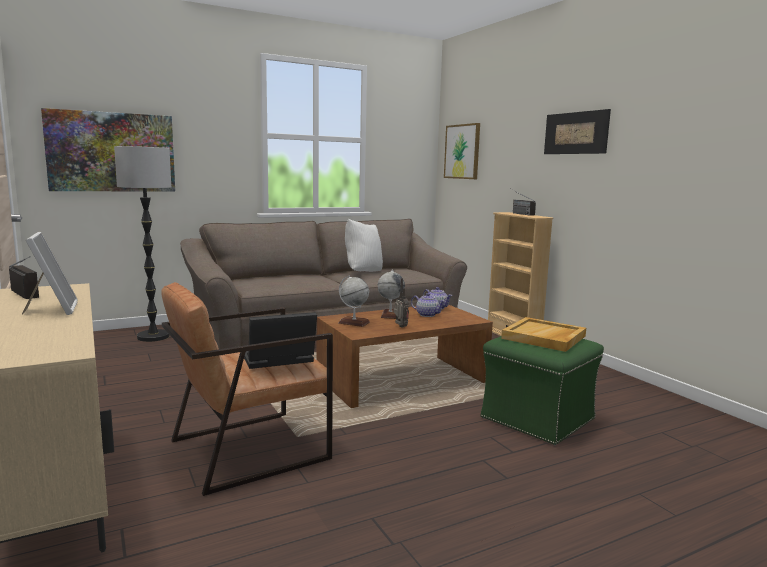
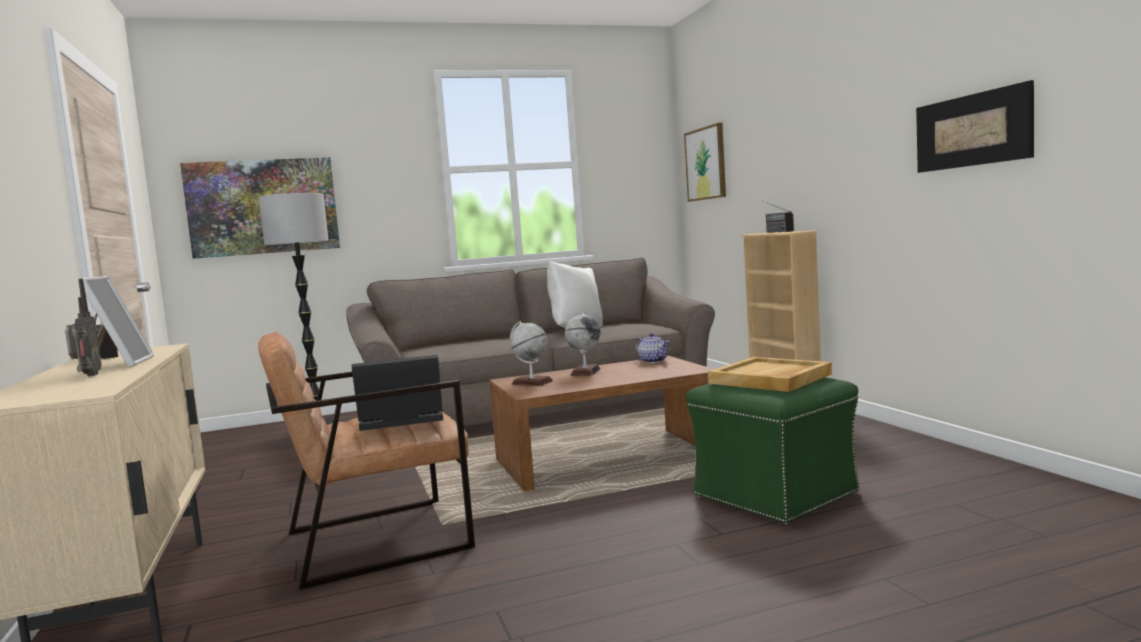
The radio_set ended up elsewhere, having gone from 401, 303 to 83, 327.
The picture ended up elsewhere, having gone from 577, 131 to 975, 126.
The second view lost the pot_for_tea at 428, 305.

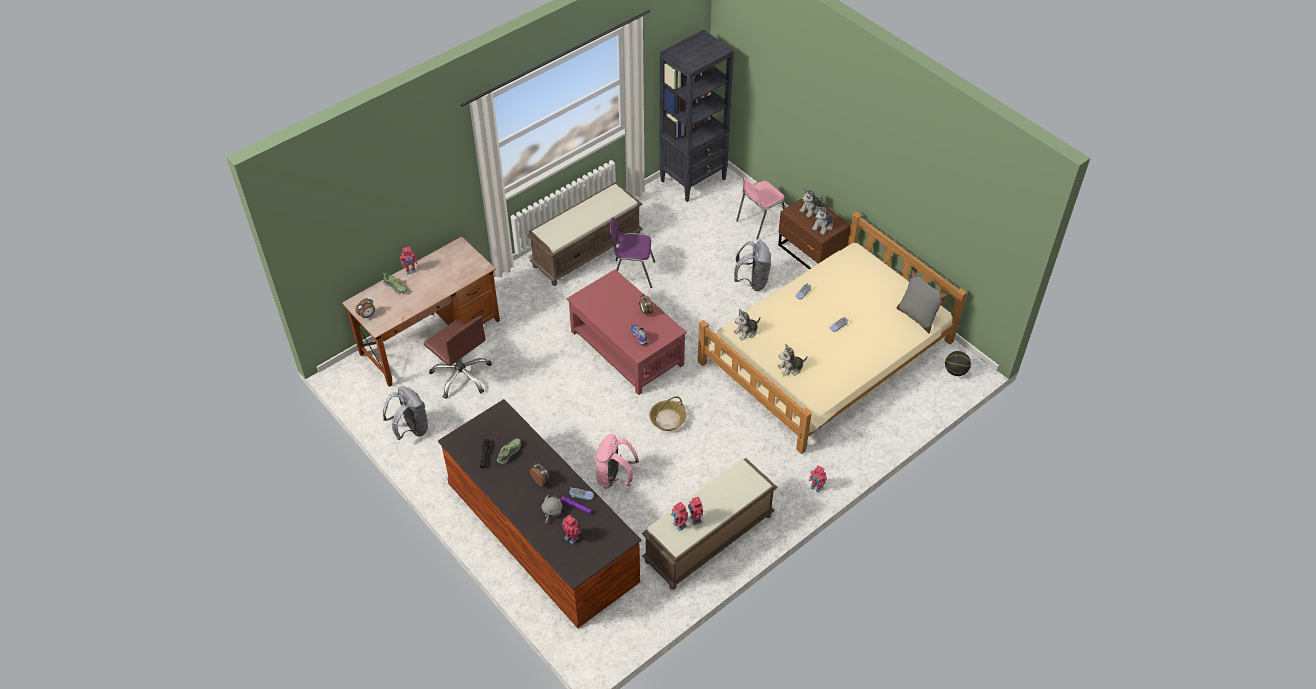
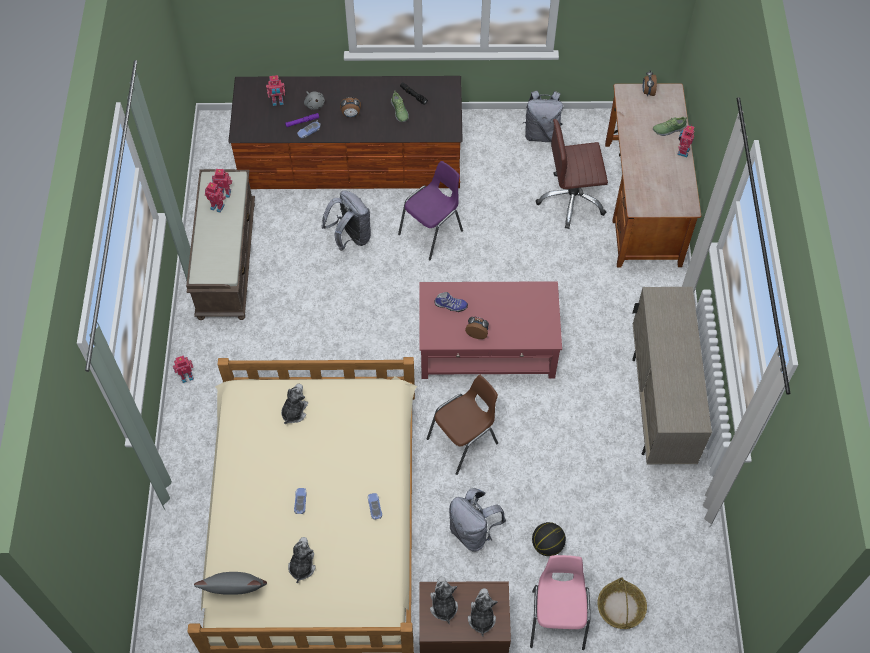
The soft_toy ended up elsewhere, having gone from 747, 324 to 302, 560.
What was the pink-coloured_rucksack at 616, 461 turned into the greyish_rucksack at 346, 221.
The purplish_chair ended up elsewhere, having gone from 632, 252 to 430, 210.
The second view gained the brown-coloured_chair at 462, 425.
The basketball_ball ended up elsewhere, having gone from 958, 363 to 549, 539.
The basket ended up elsewhere, having gone from 668, 413 to 622, 603.
Where the brown-coloured_long_seat stood at 585, 234, the beige_storage_cabinet came to stand at 672, 375.
The second view lost the black_bookcase at 697, 115.

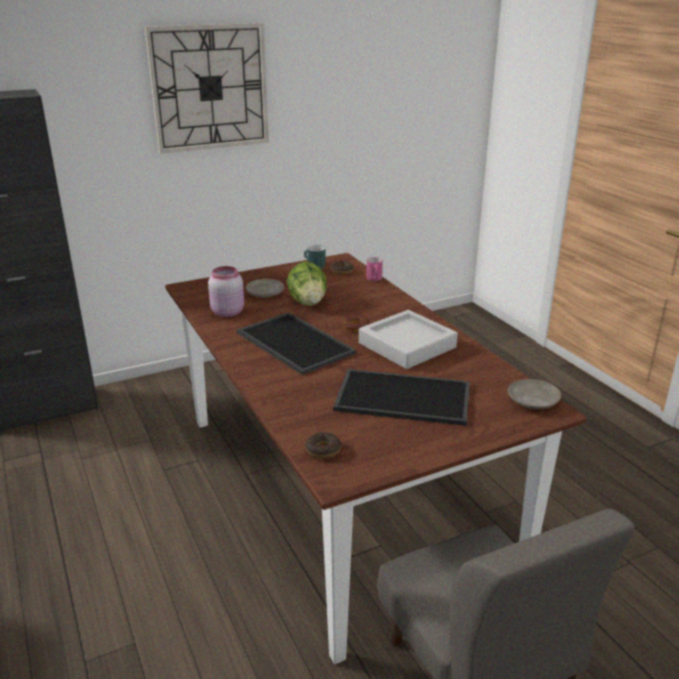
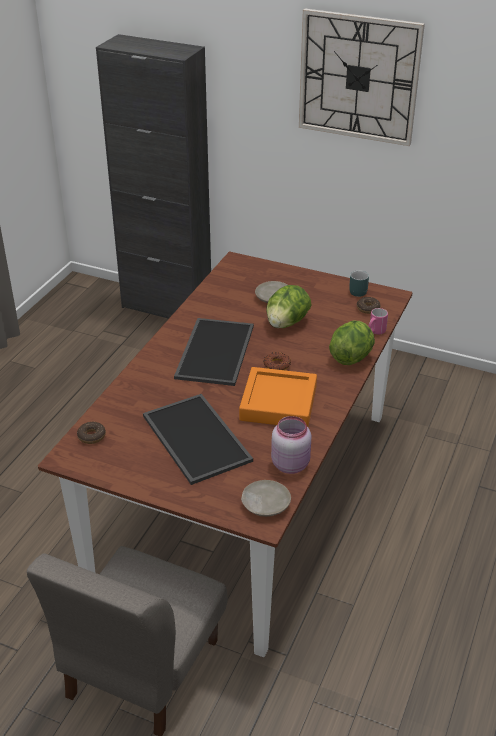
What was the greyish_tray at 408, 339 turned into the orange_tray at 278, 397.
The pink-coloured_preserve_jar ended up elsewhere, having gone from 226, 291 to 291, 445.
The second view gained the lettuce at 352, 343.

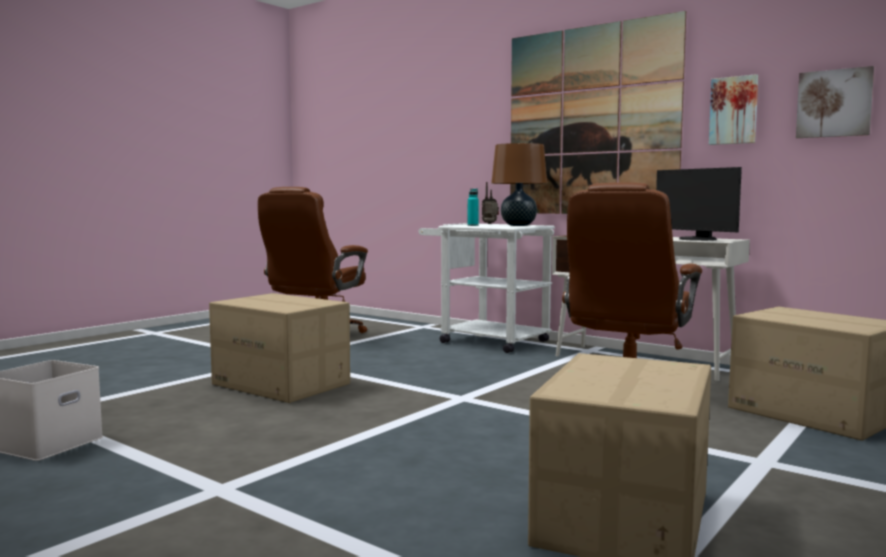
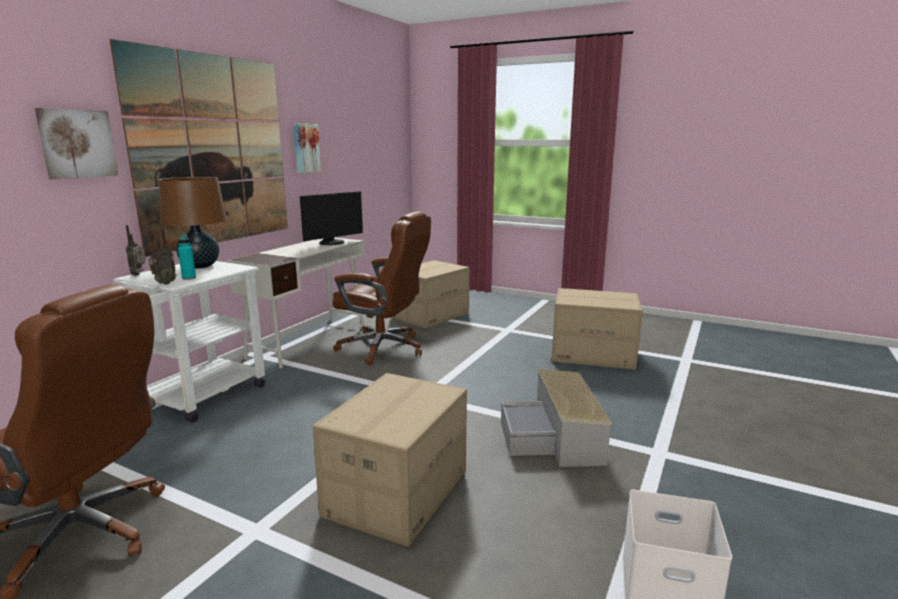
The picture ended up elsewhere, having gone from 835, 102 to 76, 143.
The second view gained the radio_set at 163, 257.
The second view gained the greyish_storage_bin at 556, 418.

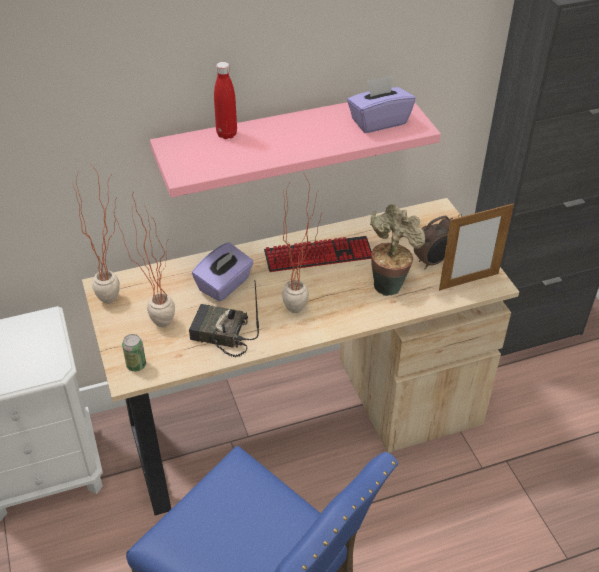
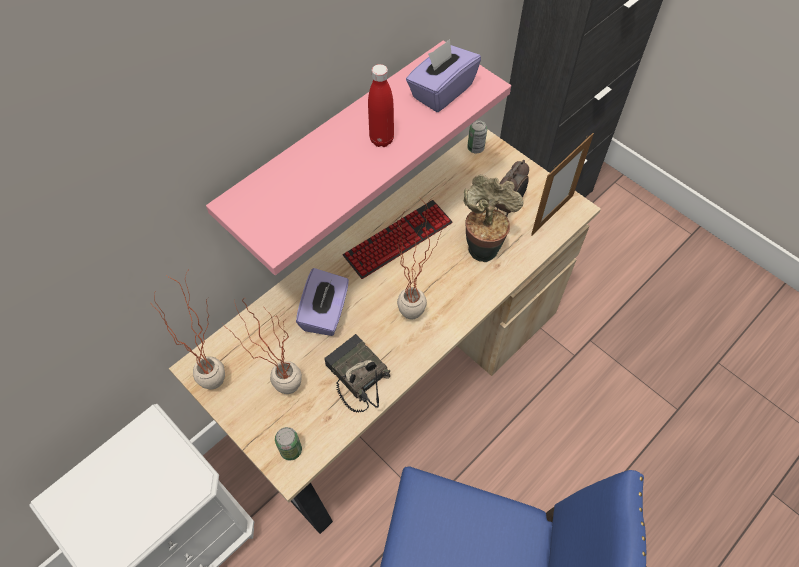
The radio_set at 224, 319 ended up facing another way, 60 degrees clockwise from before.
The red-coloured_drink_bottle ended up elsewhere, having gone from 225, 100 to 381, 105.
The second view gained the sealed_can at 477, 136.

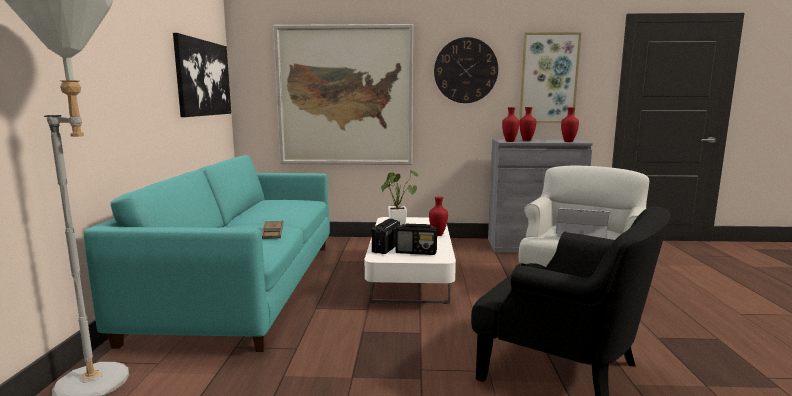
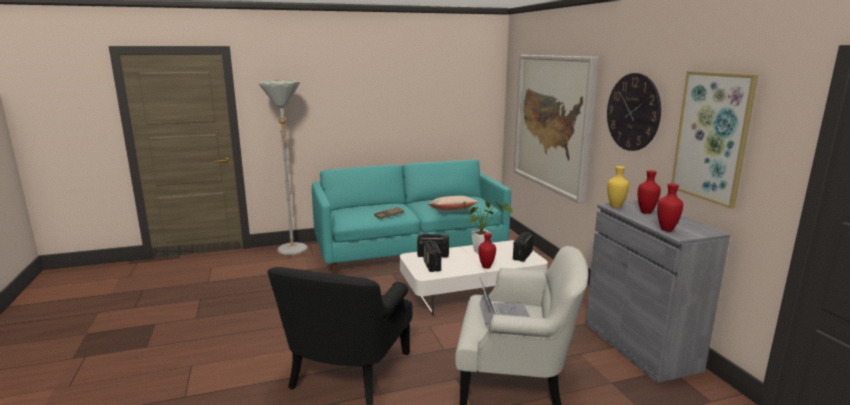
The second view gained the beige_throw_pillow at 453, 203.
The second view gained the radio_set at 523, 247.
What was the red-coloured_flower_vase at 510, 124 turned into the yellowish_flower_vase at 618, 187.
The second view lost the picture at 202, 75.

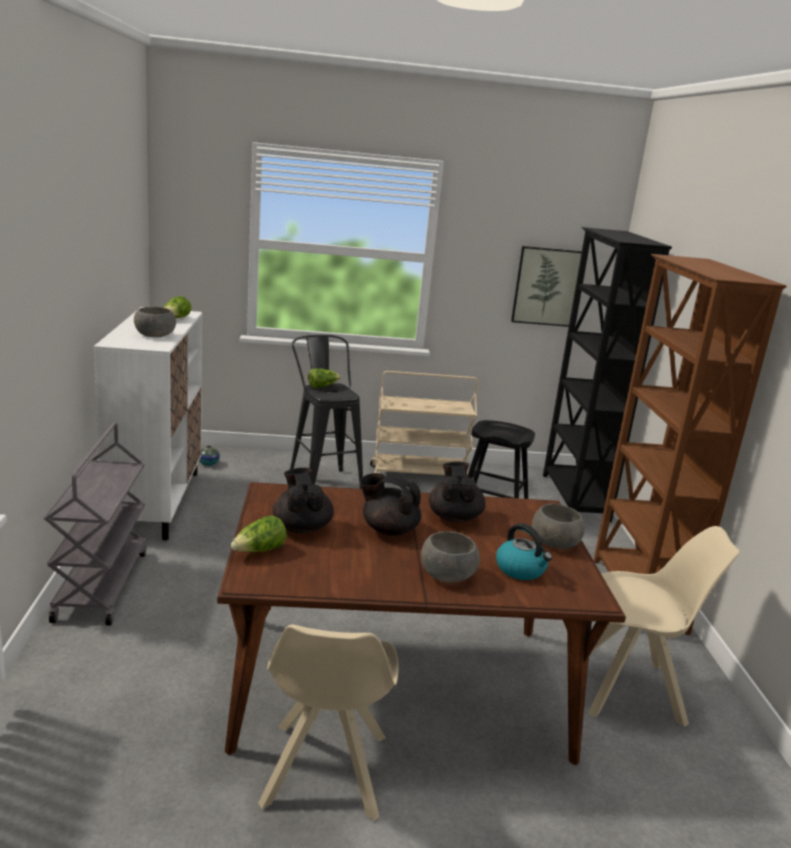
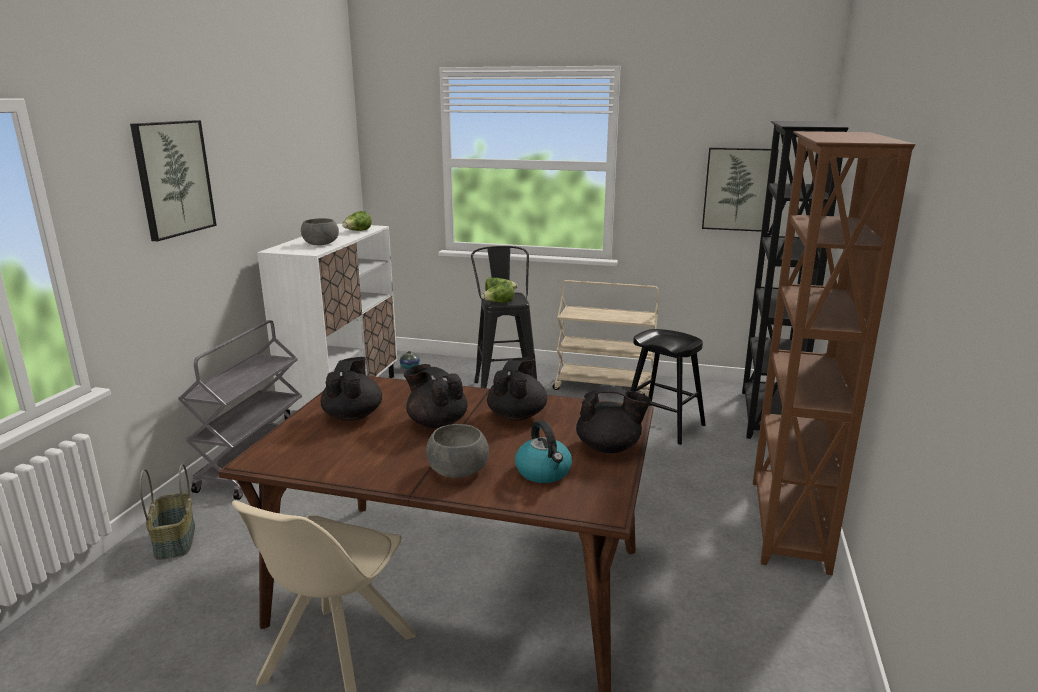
The second view gained the picture at 173, 180.
The second view gained the basket at 167, 512.
The lettuce ended up elsewhere, having gone from 259, 534 to 497, 293.
Where the greyish_deep_dish stood at 558, 526, the black_pot_for_tea came to stand at 613, 419.
The second view lost the beige_chair at 664, 626.

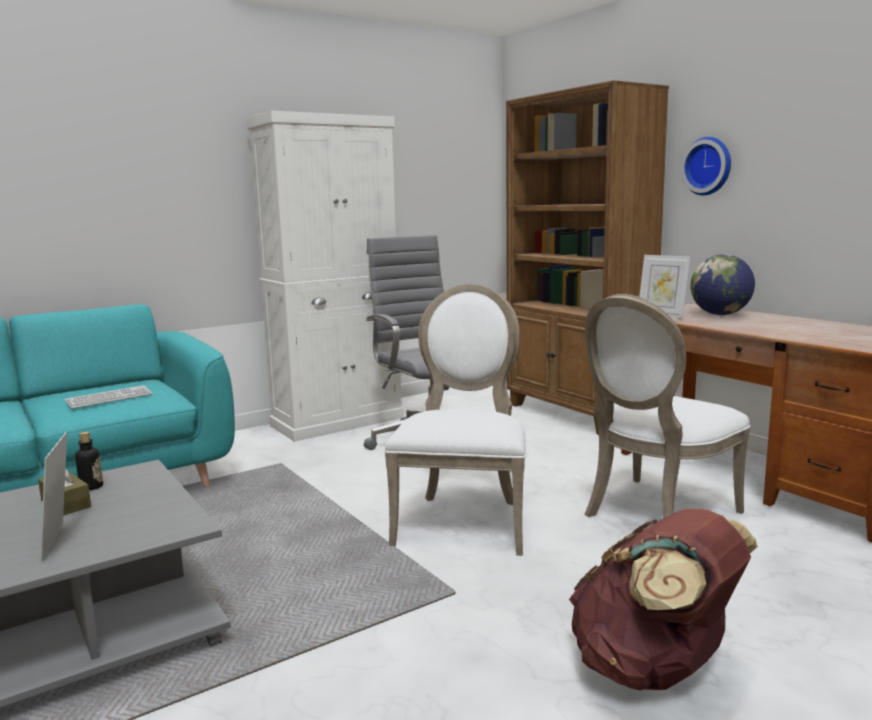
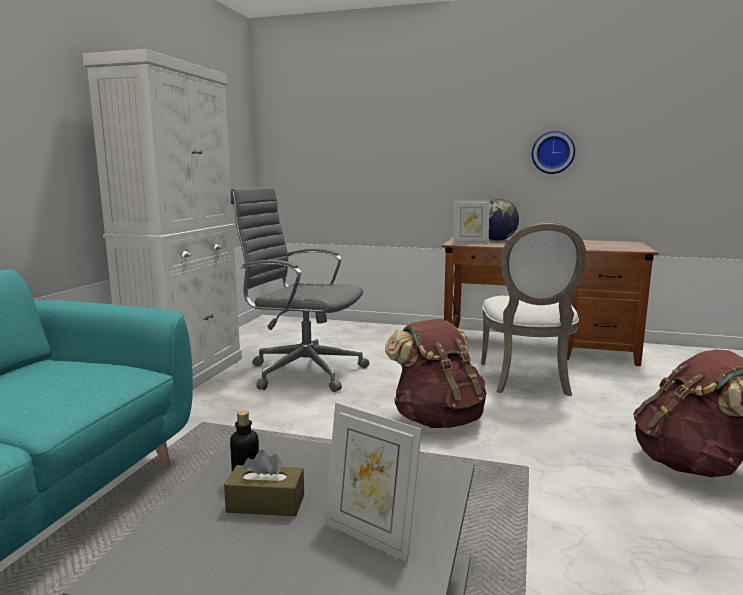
Where the white_chair stood at 455, 420, the brown-coloured_rucksack came to stand at 435, 373.
The hanging_clock ended up elsewhere, having gone from 706, 166 to 553, 152.
The second view lost the PC_keyboard at 108, 397.
The second view lost the brown-coloured_bookcase at 587, 257.

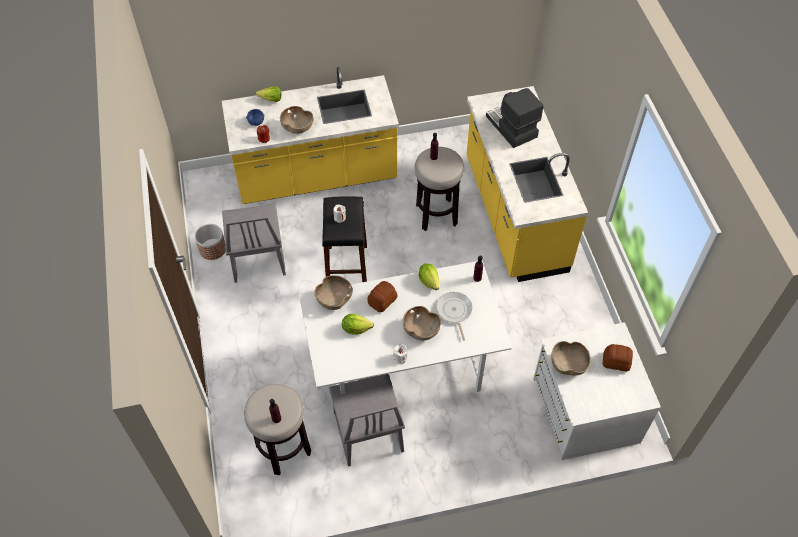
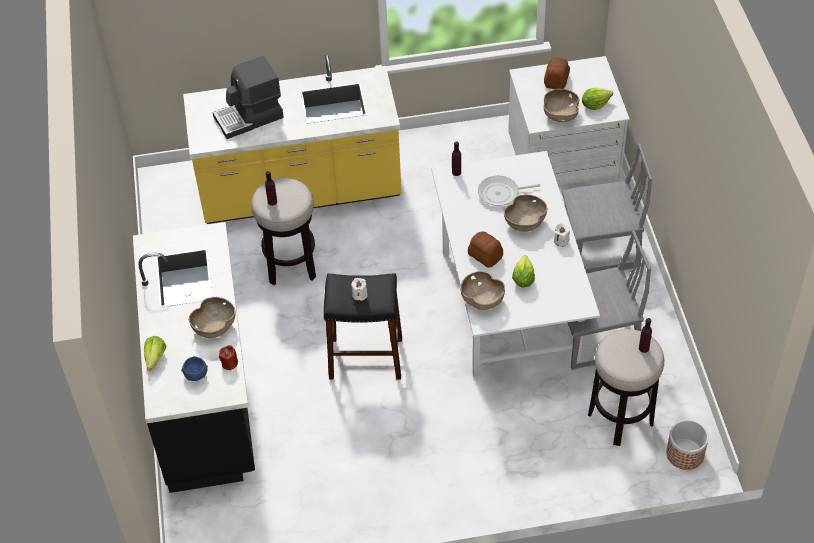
What was the yellowish_kitchen_counter at 310, 135 turned into the black_kitchen_counter at 194, 357.
The greyish_chair ended up elsewhere, having gone from 254, 243 to 606, 208.
The lettuce ended up elsewhere, having gone from 429, 276 to 597, 99.
The plant_pot ended up elsewhere, having gone from 210, 242 to 687, 445.

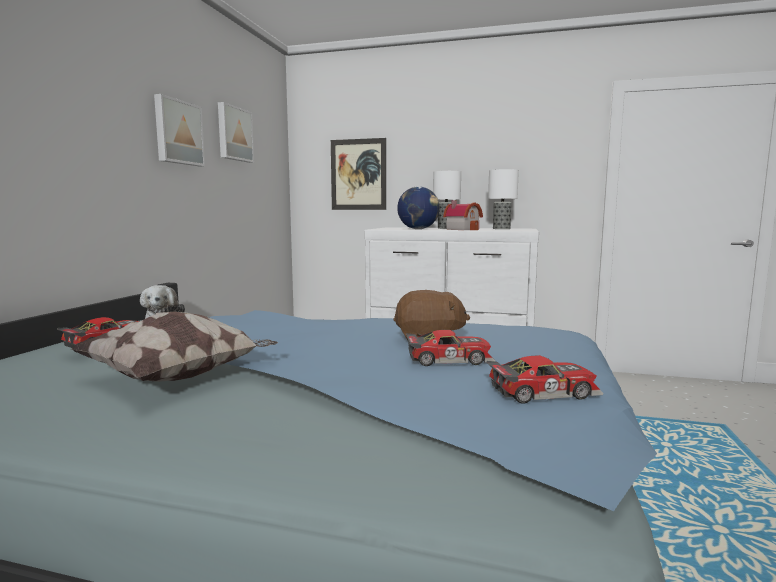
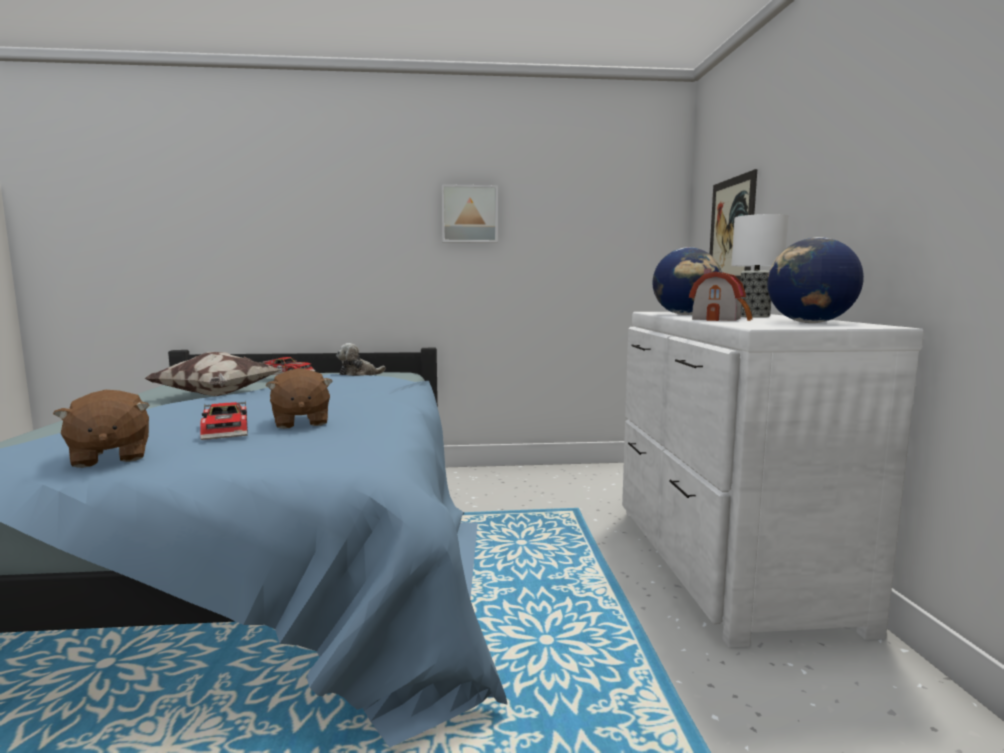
Where the miniature_car stood at 544, 379, the brown-coloured_soft_toy came to stand at 101, 429.
Where the tabletop_lamp stood at 503, 199, the globe came to stand at 815, 280.
The second view lost the picture at 236, 132.

